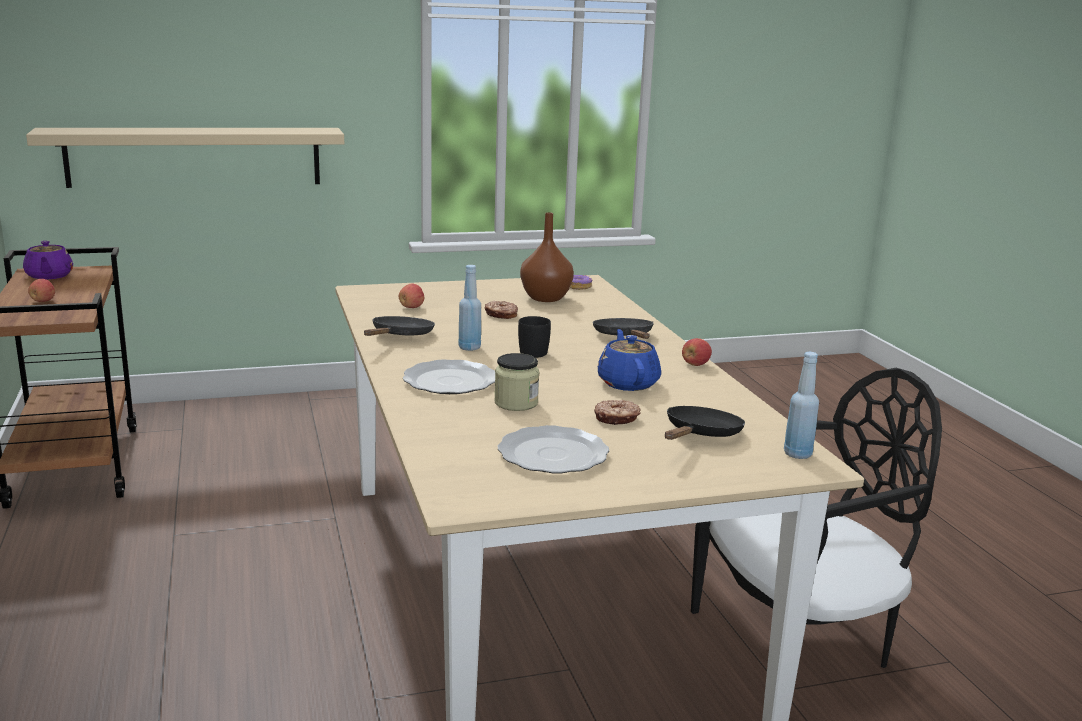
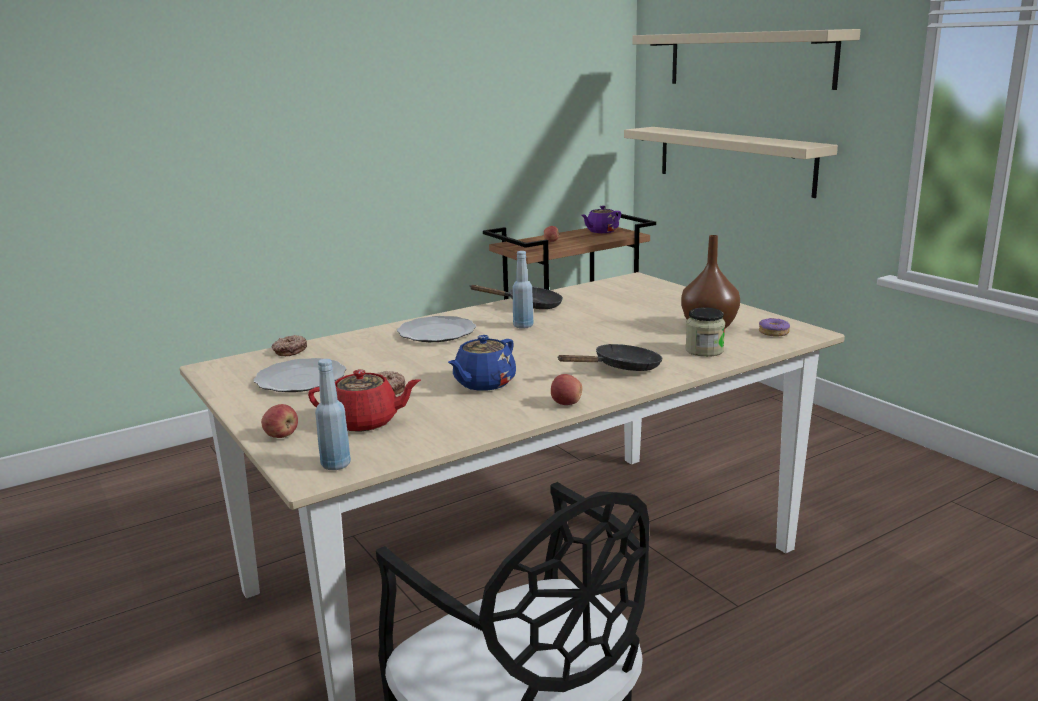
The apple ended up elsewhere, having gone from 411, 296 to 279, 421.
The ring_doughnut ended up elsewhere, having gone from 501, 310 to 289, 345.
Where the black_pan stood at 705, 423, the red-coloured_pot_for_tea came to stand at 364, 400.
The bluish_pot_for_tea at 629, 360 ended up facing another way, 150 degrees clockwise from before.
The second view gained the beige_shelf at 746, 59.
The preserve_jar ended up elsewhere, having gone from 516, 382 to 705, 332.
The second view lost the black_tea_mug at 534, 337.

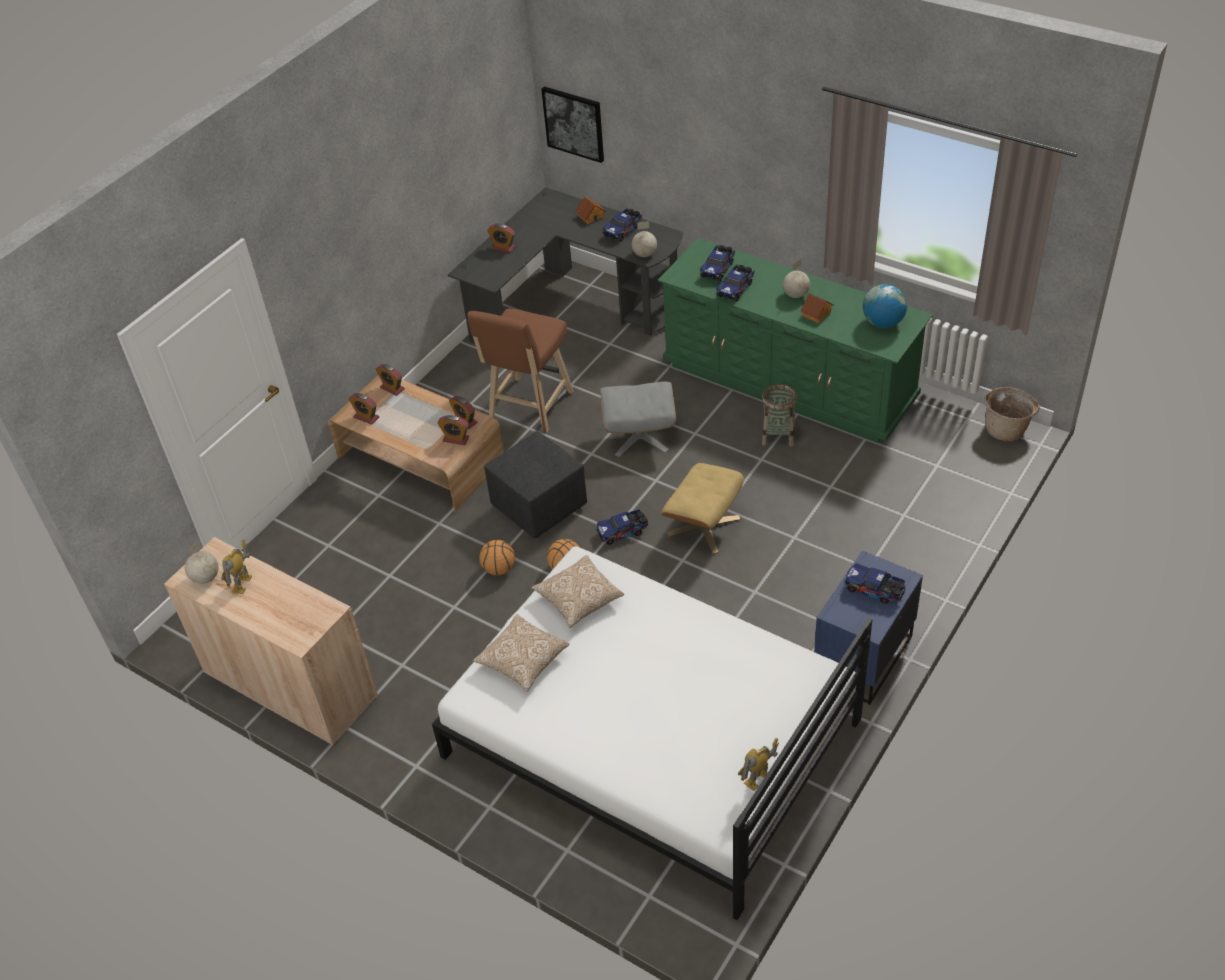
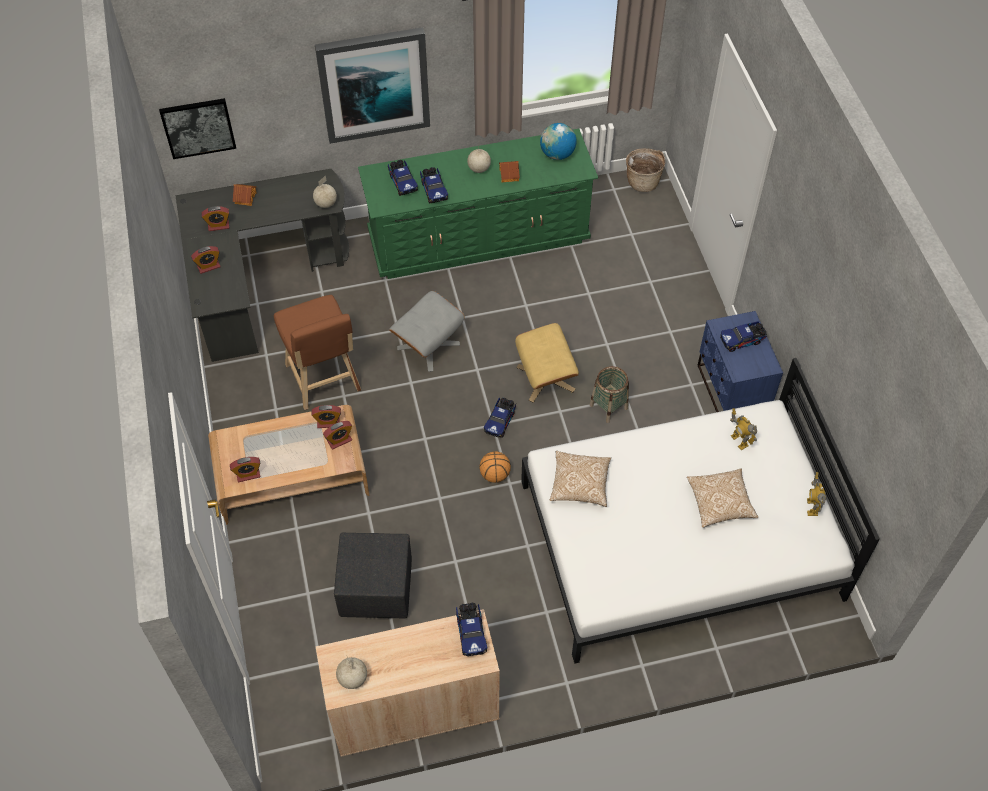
The table_clock ended up elsewhere, having gone from 390, 380 to 215, 218.
The second view gained the picture at 372, 85.
The black_footrest ended up elsewhere, having gone from 535, 484 to 373, 575.
The toy_truck ended up elsewhere, having gone from 622, 225 to 471, 629.
The basket ended up elsewhere, having gone from 779, 415 to 609, 394.
The throw_pillow ended up elsewhere, having gone from 521, 653 to 722, 498.
The model_robot ended up elsewhere, having gone from 236, 566 to 743, 429.
The second view lost the basketball_ball at 497, 557.

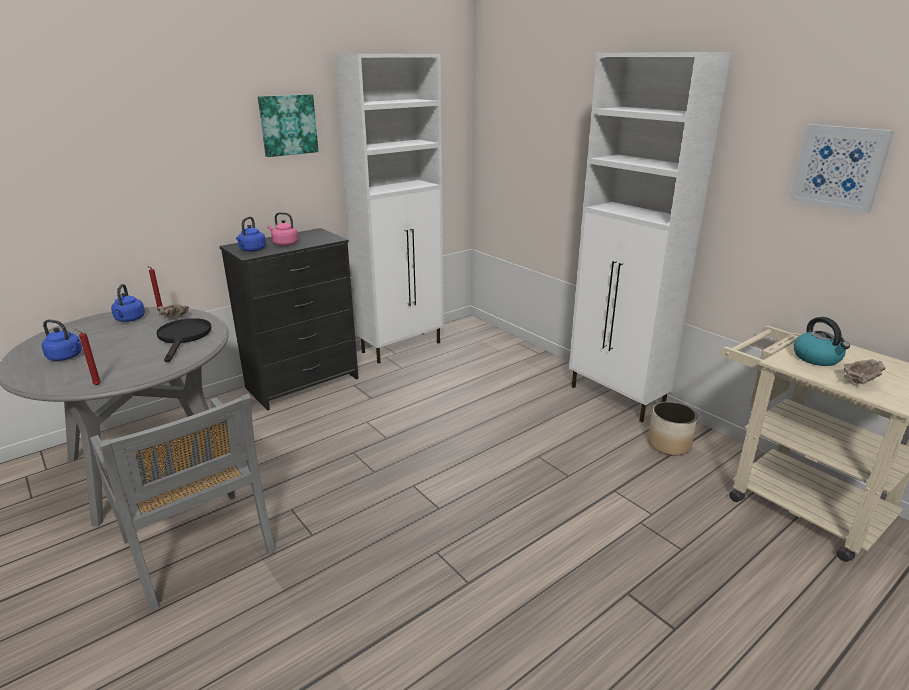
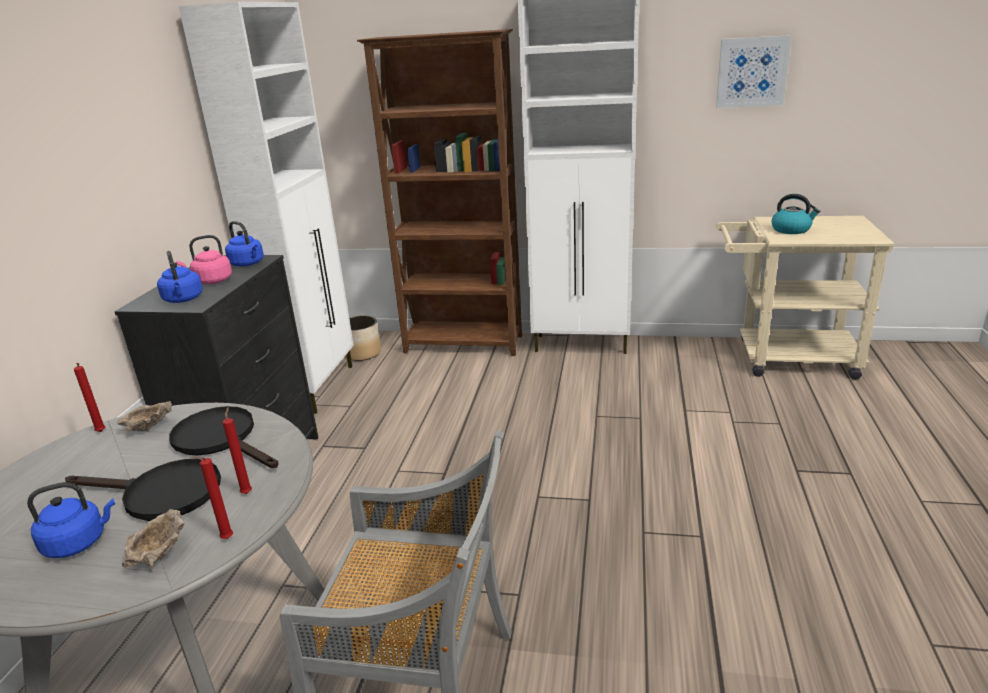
The second view gained the black_pan at 143, 490.
The beige_deep_dish ended up elsewhere, having gone from 865, 371 to 153, 538.
The second view gained the red-coloured_wax_candle at 237, 450.
The bluish_kettle ended up elsewhere, having gone from 128, 303 to 244, 243.
The plant_pot ended up elsewhere, having gone from 672, 429 to 363, 338.
The second view gained the brown-coloured_bookcase at 439, 192.
The second view lost the picture at 288, 125.

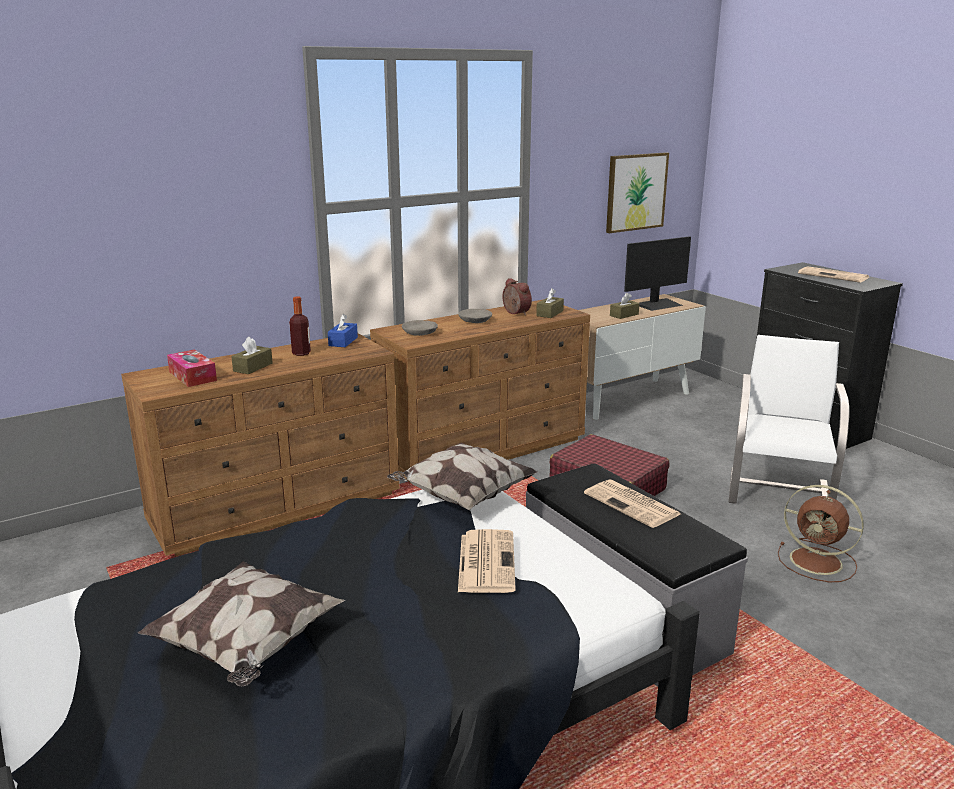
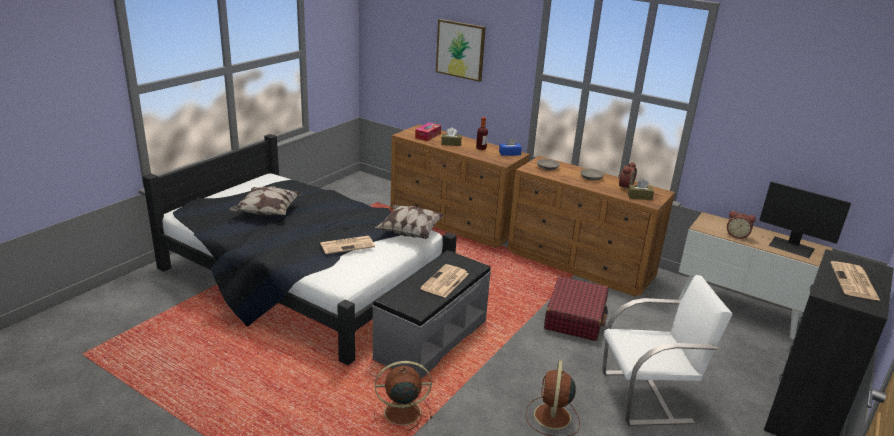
The second view gained the brown-coloured_cooling_fan at 403, 396.
The picture ended up elsewhere, having gone from 637, 192 to 461, 50.
Where the brown-coloured_box_of_tissues stood at 625, 306, the table_clock came to stand at 741, 225.

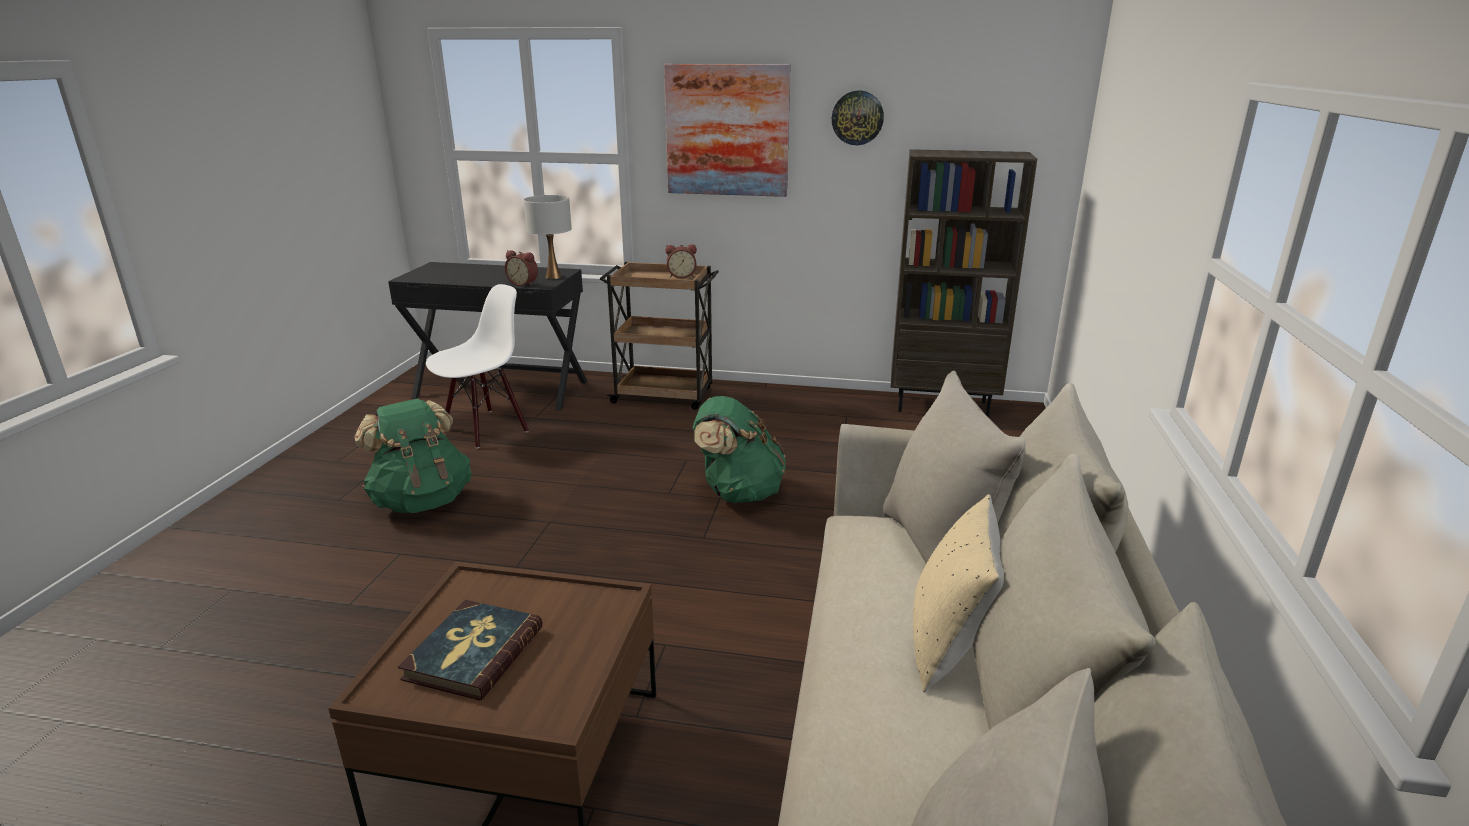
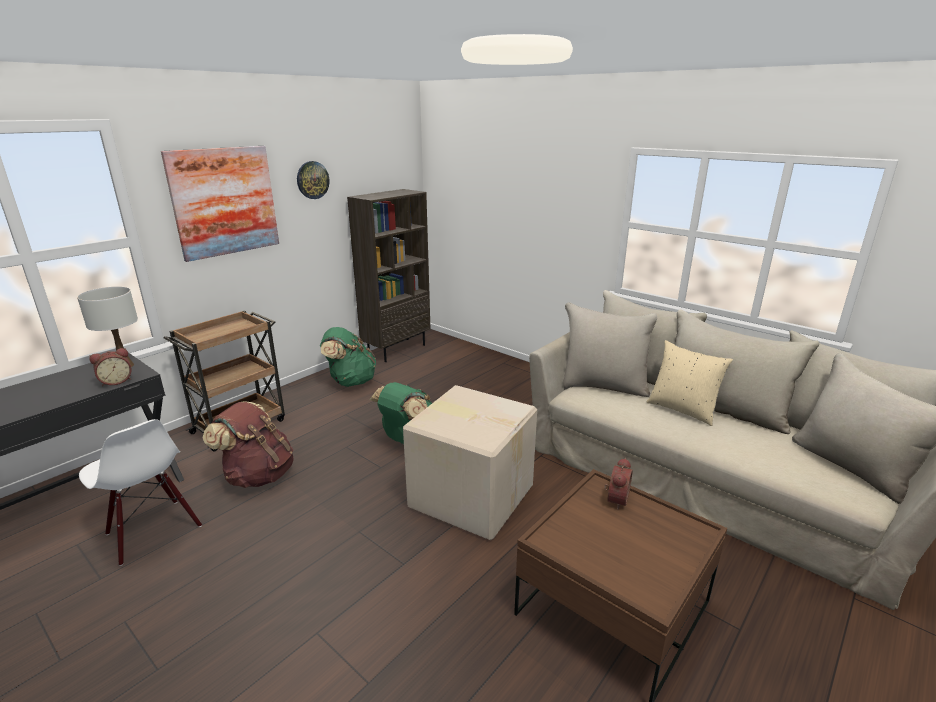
The white_chair at 477, 366 ended up facing another way, 150 degrees clockwise from before.
The second view gained the brown-coloured_rucksack at 248, 444.
The green-coloured_rucksack ended up elsewhere, having gone from 412, 456 to 348, 357.
The second view gained the carton at 470, 462.
The table_clock ended up elsewhere, having gone from 681, 261 to 618, 484.
The second view lost the bound_book at 470, 650.

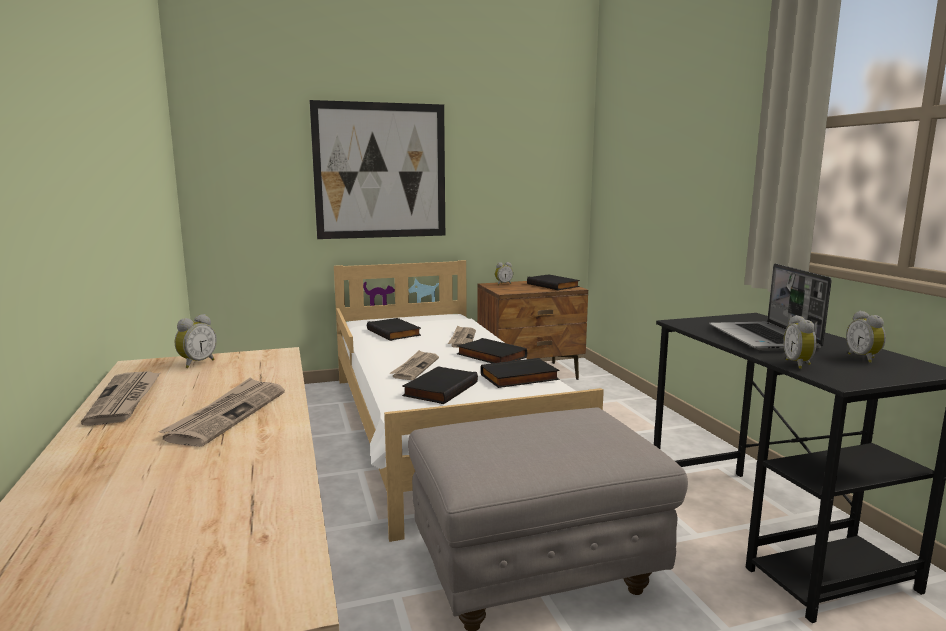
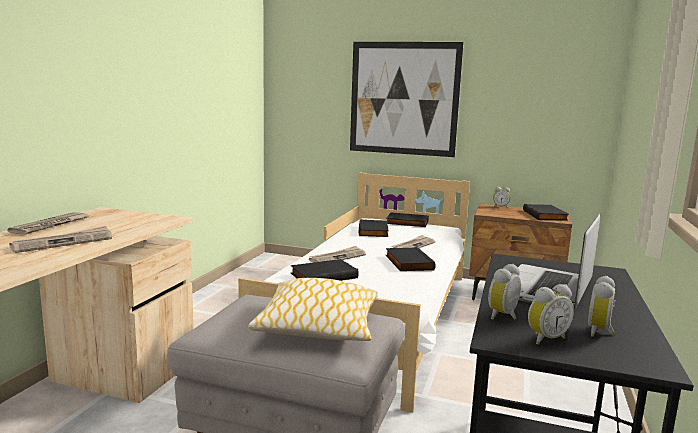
The second view gained the throw_pillow at 313, 309.
The black_bound_book ended up elsewhere, having gone from 520, 373 to 407, 219.
The table_clock ended up elsewhere, having gone from 196, 341 to 551, 314.

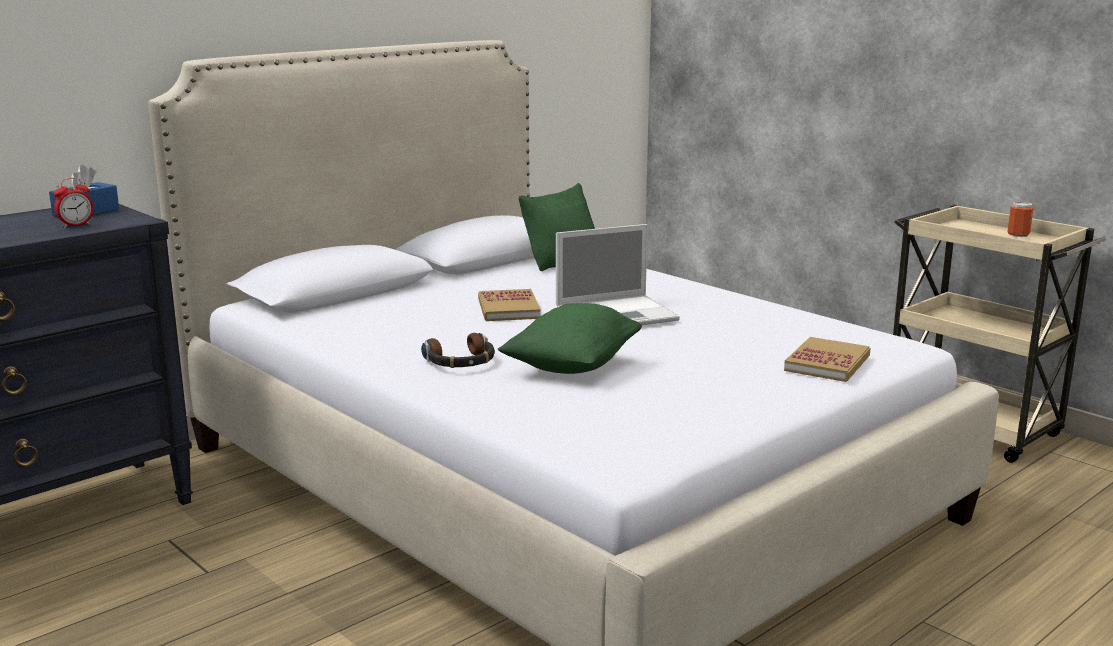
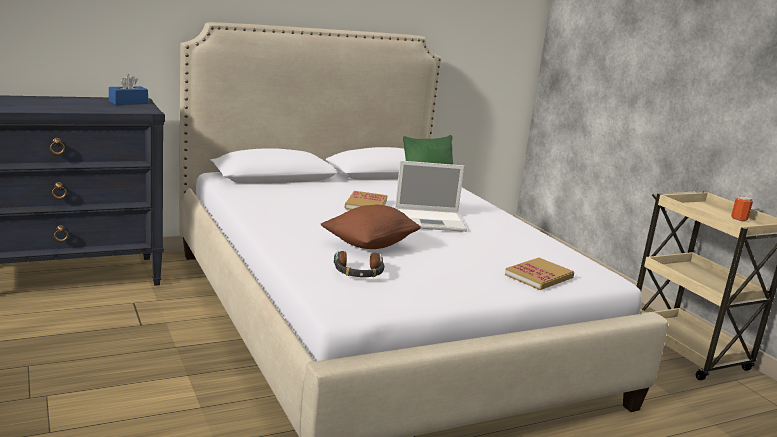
What was the green-coloured_throw_pillow at 570, 338 turned into the brown-coloured_throw_pillow at 370, 227.
The pair_of_headphones ended up elsewhere, having gone from 458, 350 to 359, 264.
The second view lost the table_clock at 74, 203.

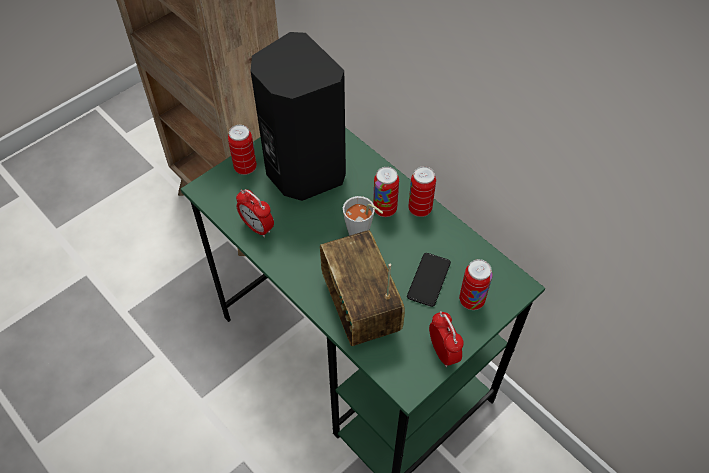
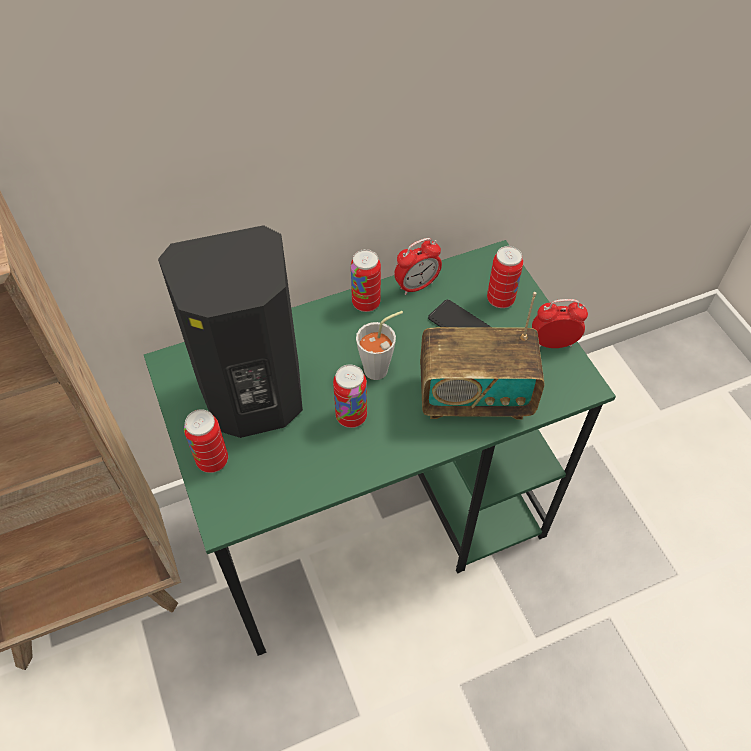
The sealed_can ended up elsewhere, having gone from 386, 192 to 350, 396.
The table_clock ended up elsewhere, having gone from 255, 213 to 418, 266.

